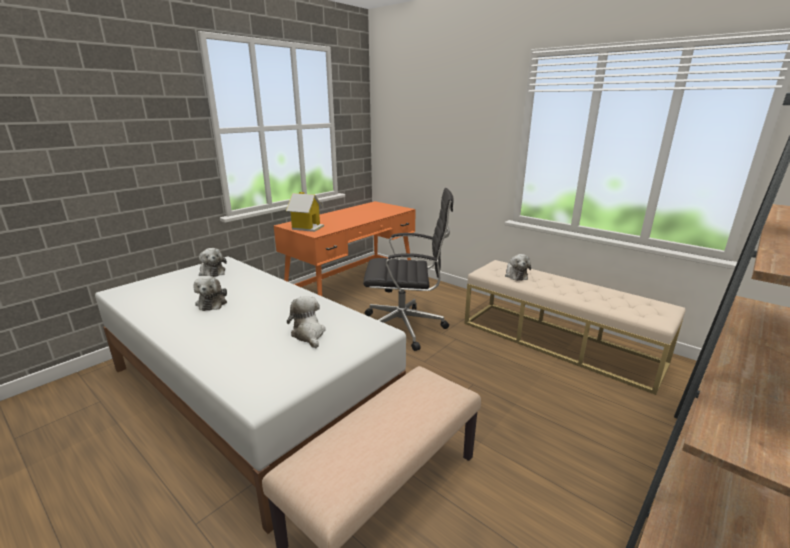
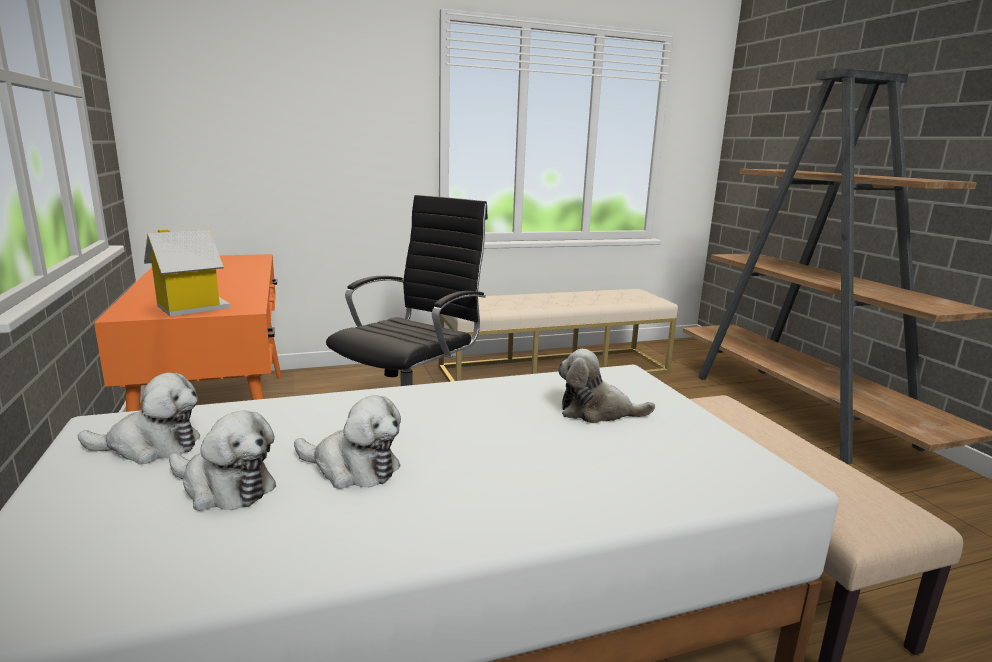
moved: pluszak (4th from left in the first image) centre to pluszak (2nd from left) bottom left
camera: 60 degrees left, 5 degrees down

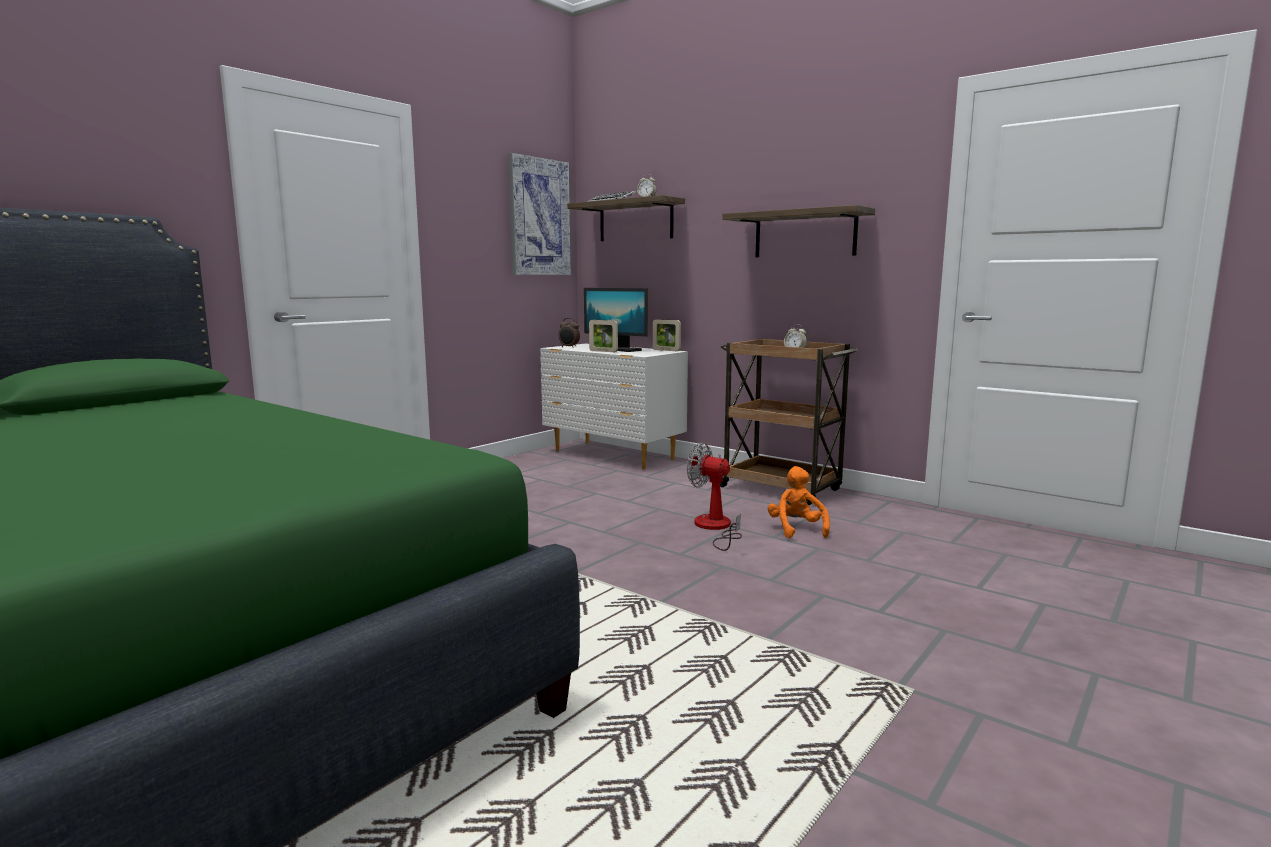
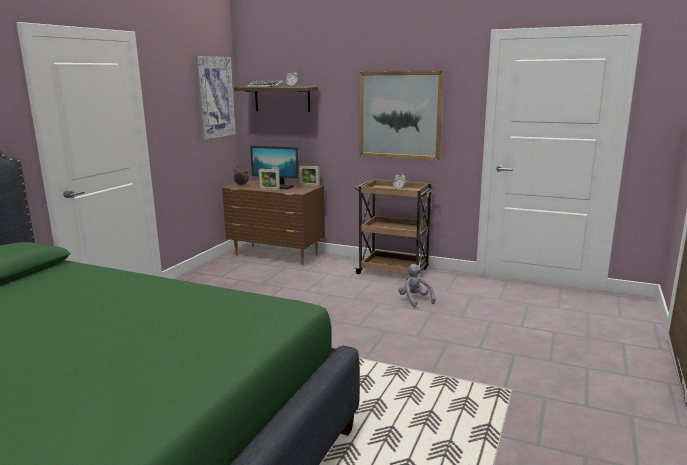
removed: wentylator centre
replaced: półka (2nd from left) top centre to obraz (2nd from left) top centre
recoloured: komoda (biały) centre to komoda (brązowy) centre; pluszak (pomarańczowy) centre to pluszak (szary) centre
camera: 15 degrees left, 5 degrees up

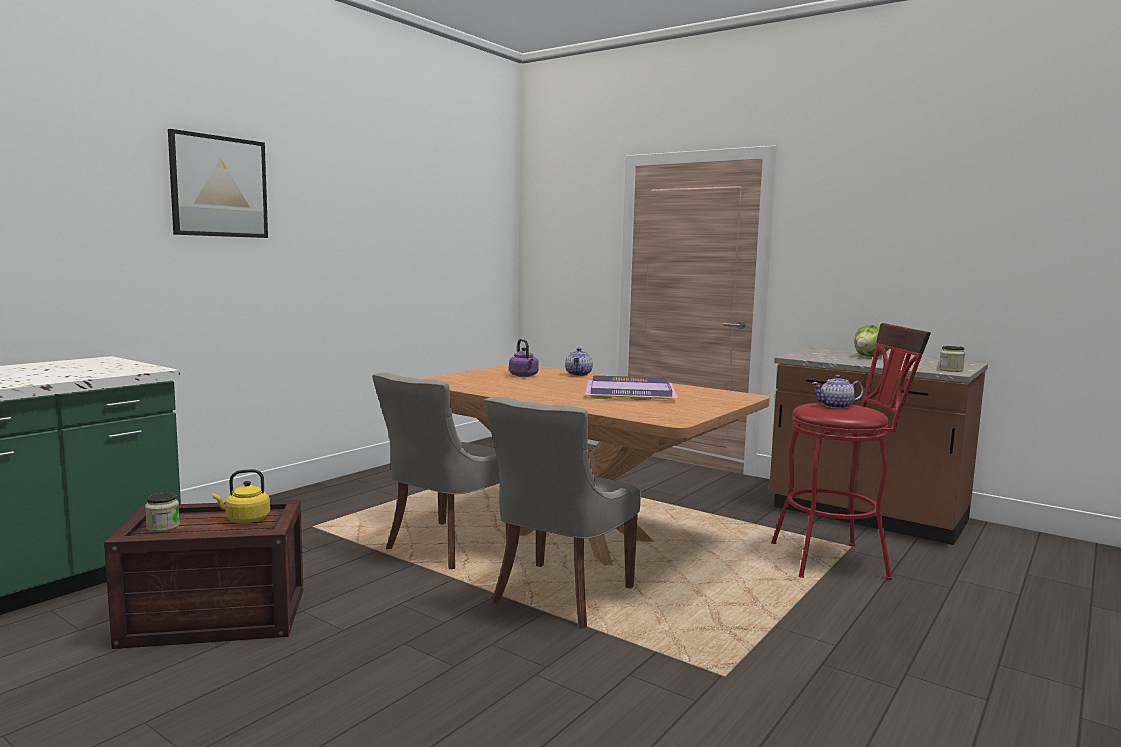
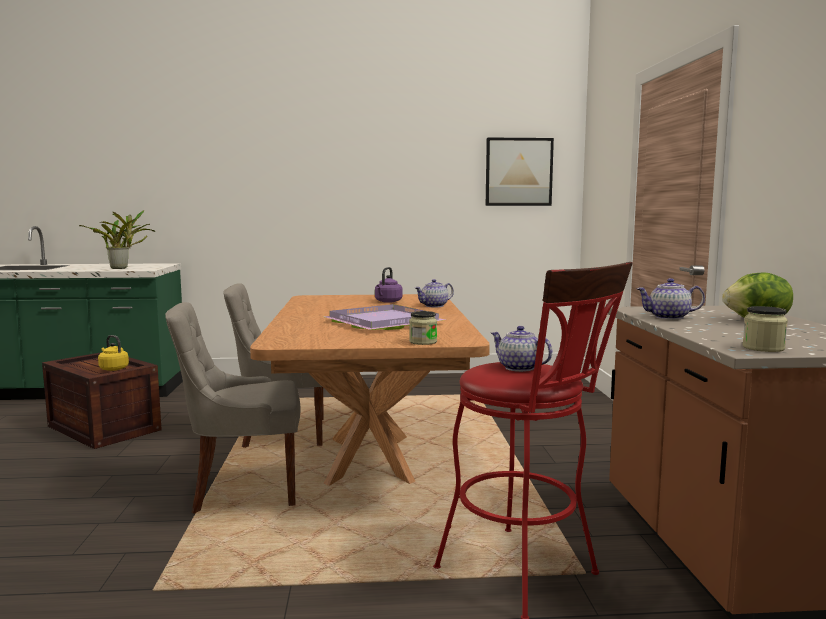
added: roślina doniczkowa middle left; imbryk (3rd from left) middle right
moved: słoik (1st from left) bottom left to centre; obraz top left to top centre
camera: 50 degrees right, 0 degrees up

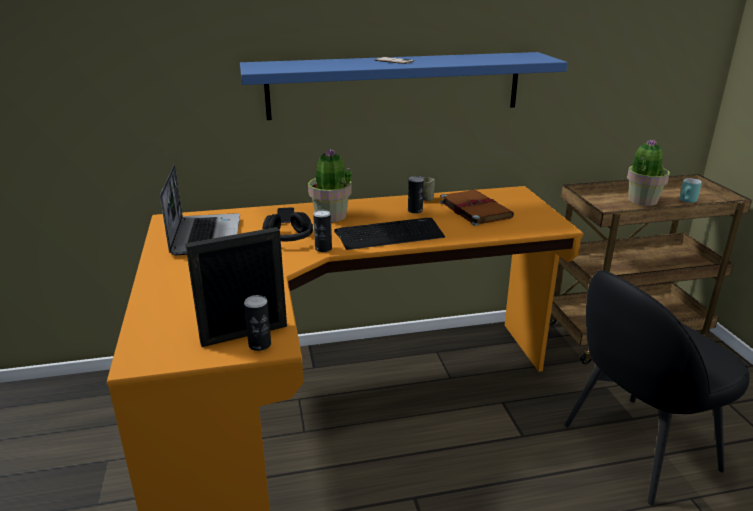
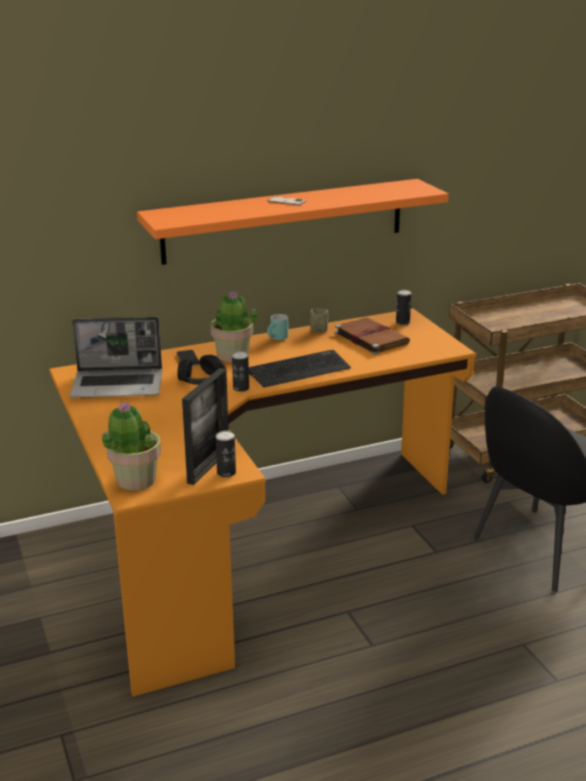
moved: puszka (3rd from left) centre to middle right; roślina doniczkowa (2nd from left in the first image) middle right to roślina doniczkowa (1st from left) middle left; kubek (turkusowy) middle right to centre
recoloured: półka (niebieski) top centre to półka (pomarańczowy) top centre
turned: laptop middle left = middle left 105 degrees clockwise; ramka na zdjęcie middle left = centre 150 degrees clockwise
camera: 10 degrees left, 0 degrees up

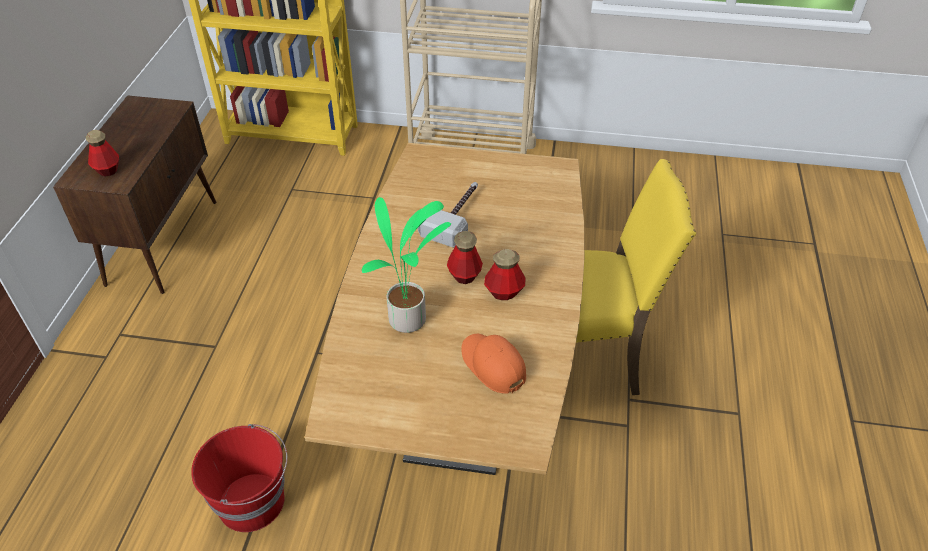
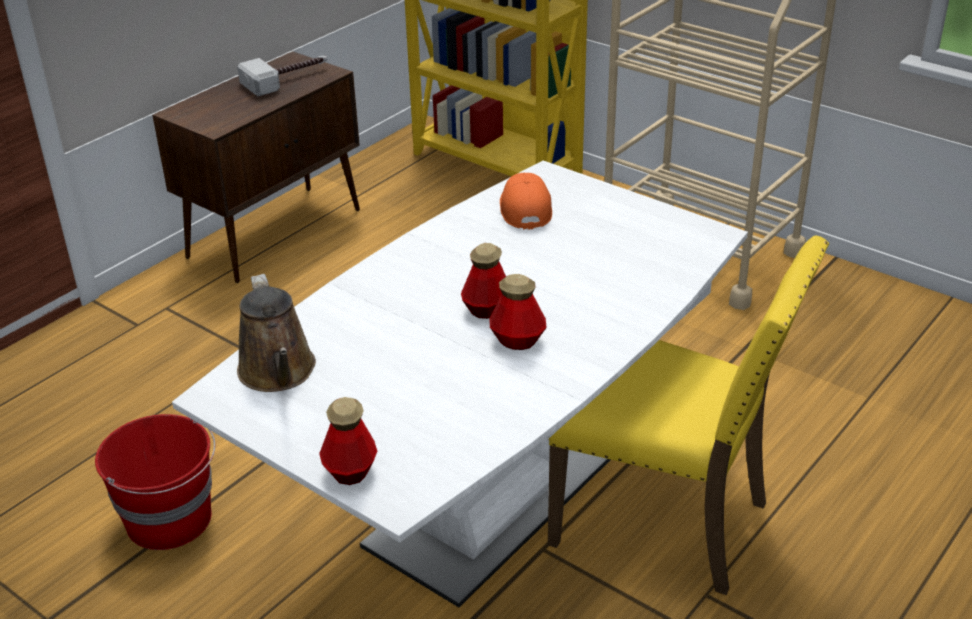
removed: roślina doniczkowa centre
added: konewka (brązowy) middle left
moved: butelka (1st from left) top left to bottom centre; młotek centre to top left; czapka z daszkiem (pomarańczowy) centre to top centre
recoloured: stół jadalny (brązowy) centre to stół jadalny (biały) centre
camera: 30 degrees right, 10 degrees down

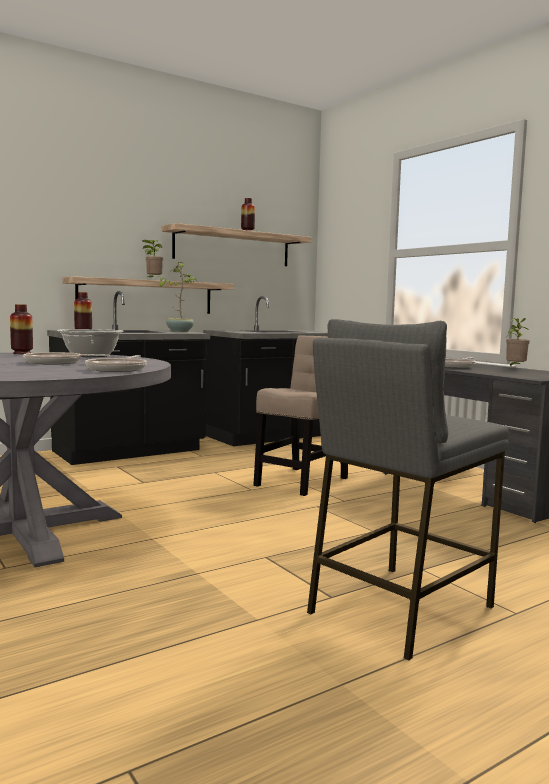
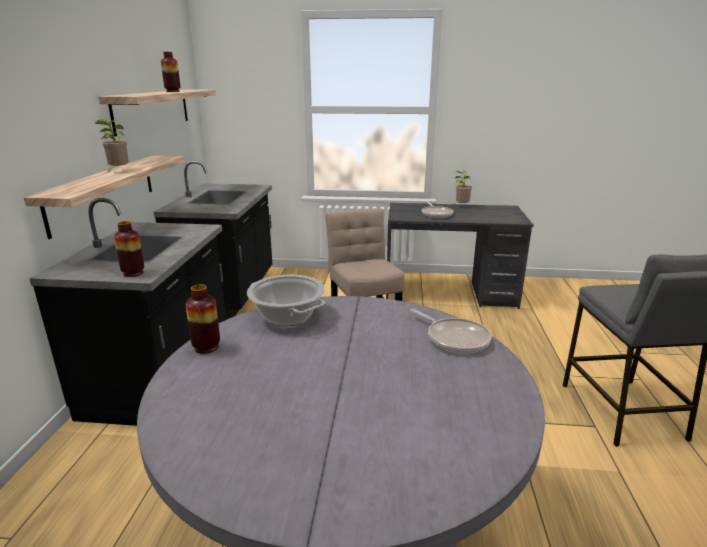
removed: patelnia (1st from left) middle left; roślina doniczkowa (2nd from left) middle left
camera: 50 degrees left, 15 degrees up

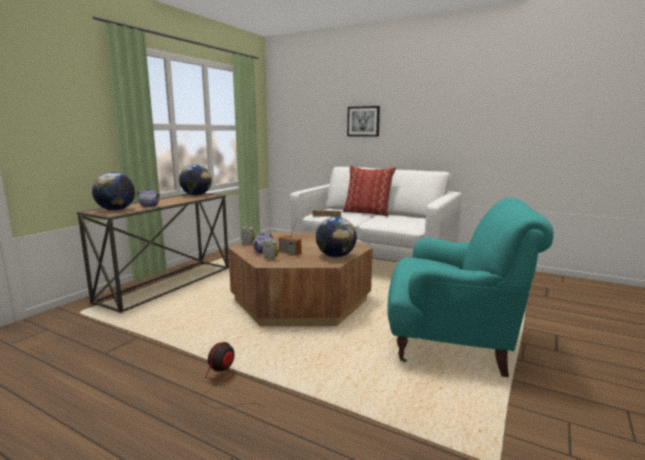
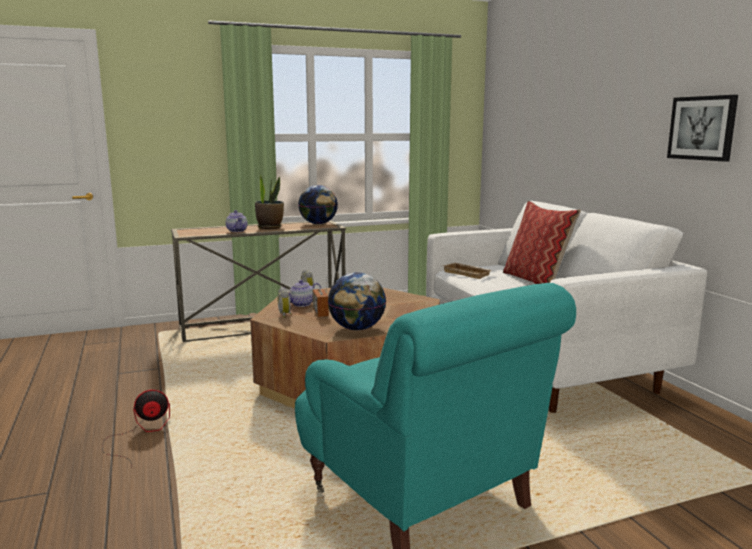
removed: globus (1st from left) middle left
added: roślina doniczkowa centre
moved: obraz top centre to top right
camera: 40 degrees right, 0 degrees up

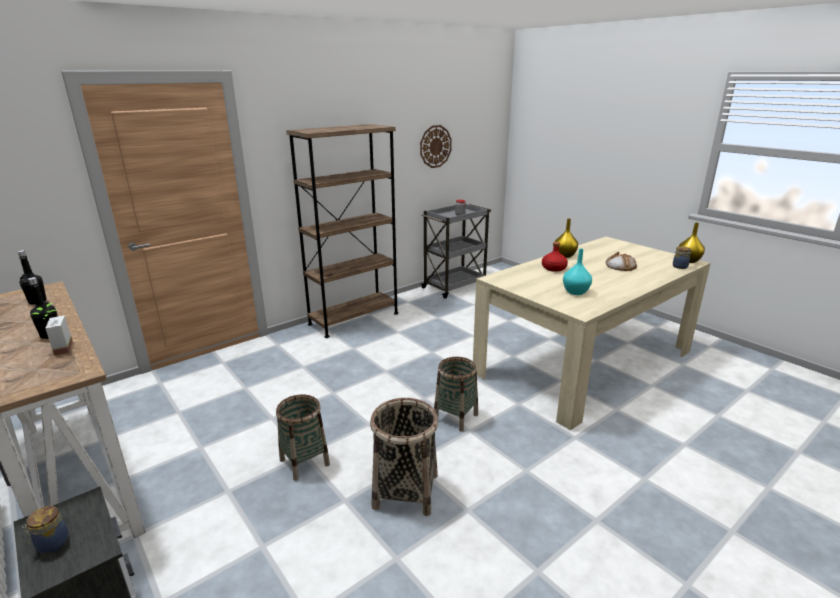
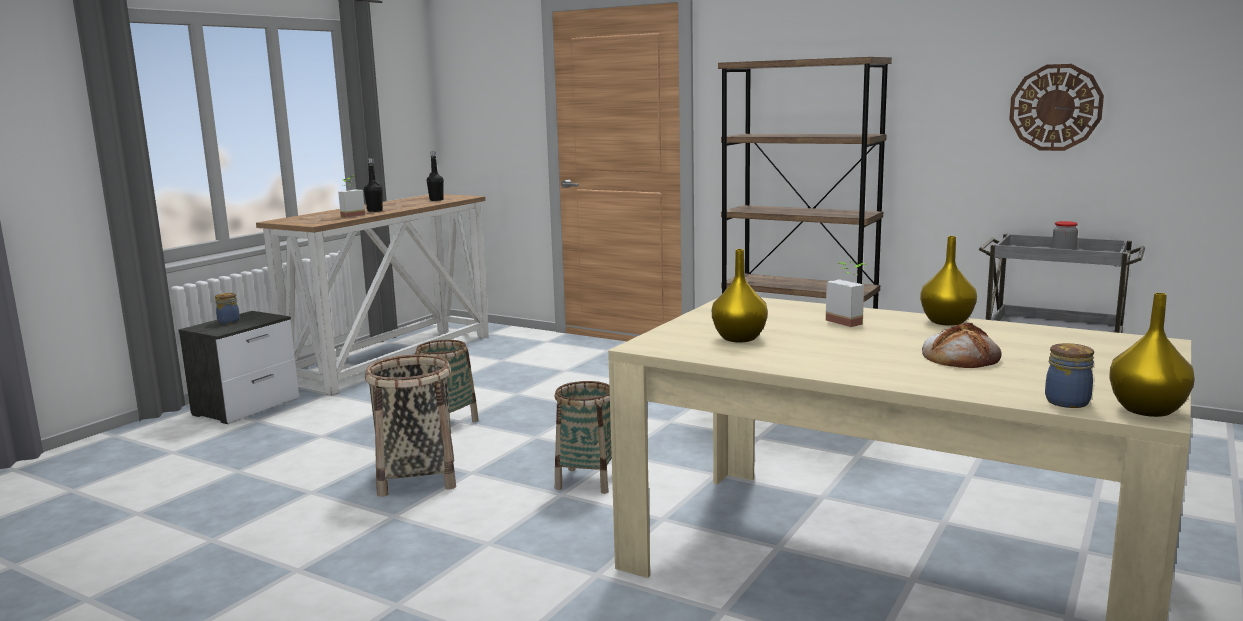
replaced: butelka (czerwony) centre to roślina doniczkowa (2nd from left) middle right
recoloured: wazon (turkusowy) middle right to wazon (żółty) (1st from left) centre
camera: 70 degrees right, 10 degrees down

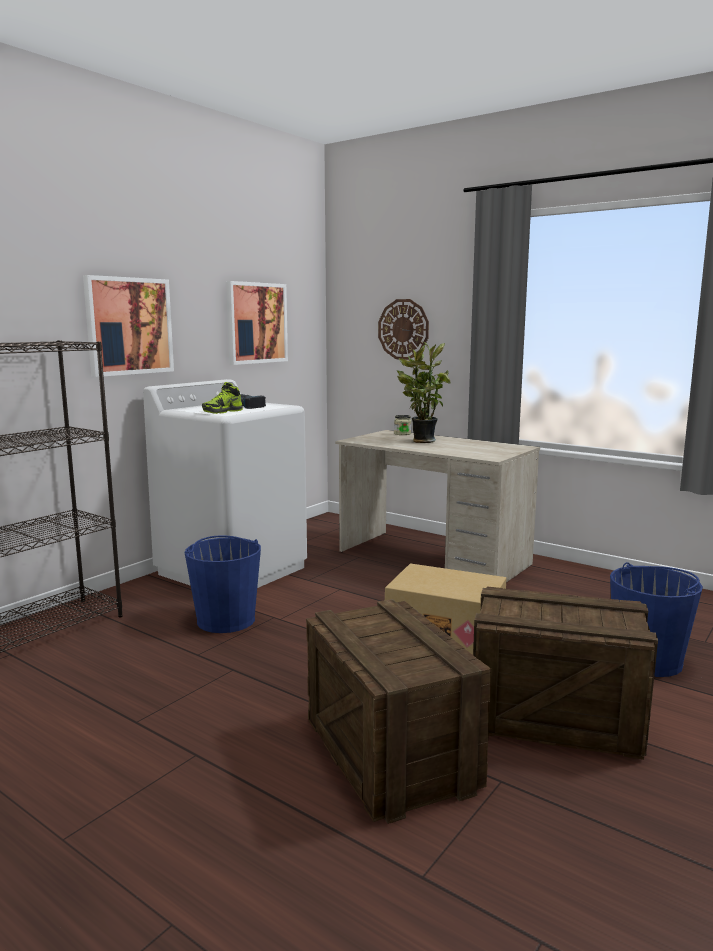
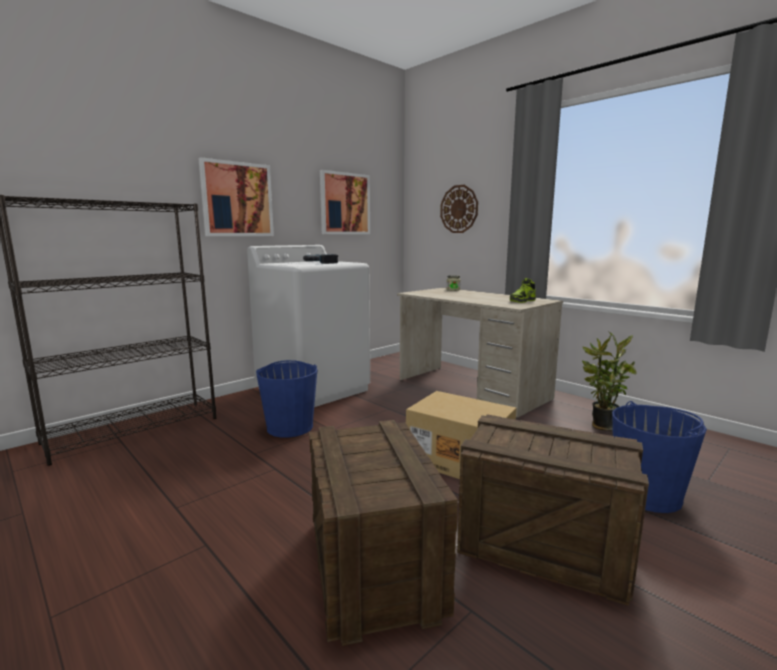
moved: but middle left to middle right; roślina doniczkowa centre to middle right
camera: 10 degrees right, 0 degrees up

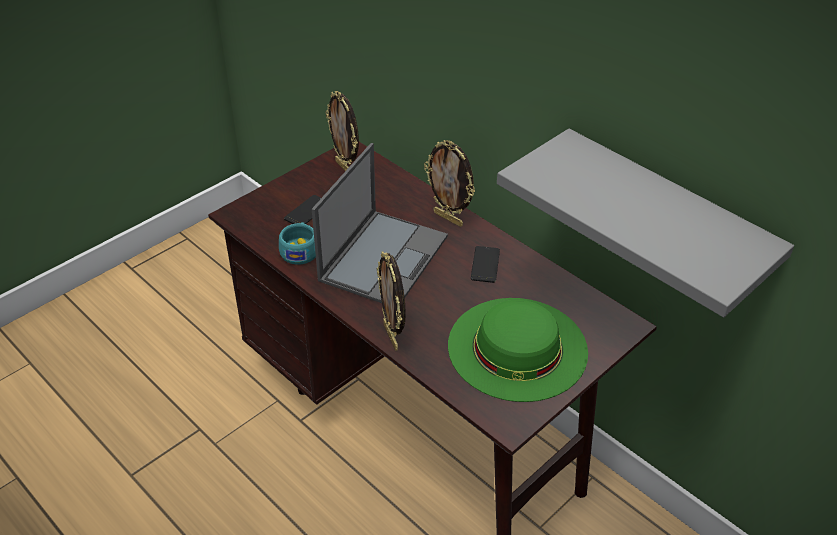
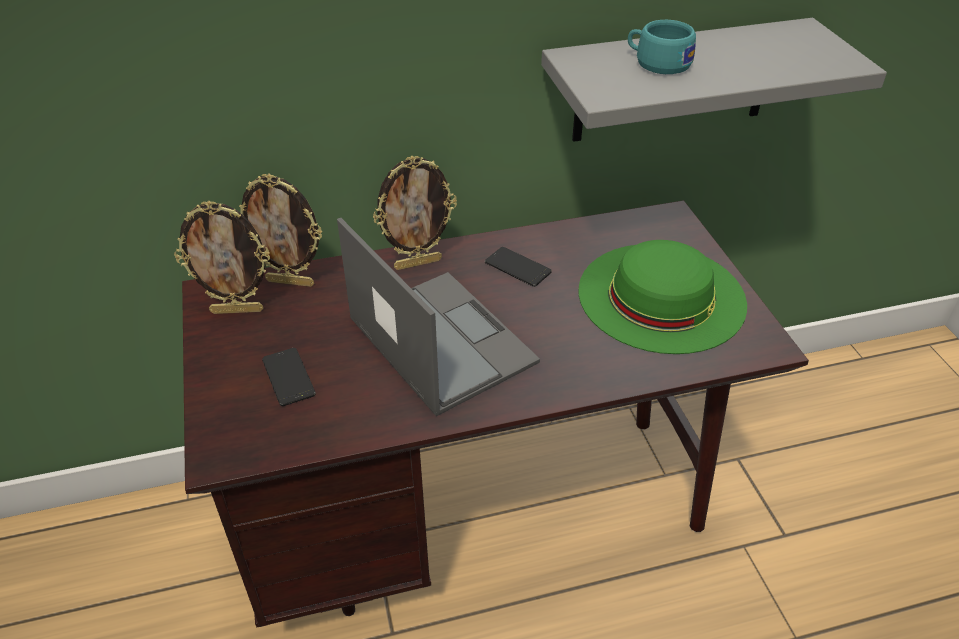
moved: filiżanka (turkusowy) centre to top right; ramka na zdjęcie (2nd from left) centre to middle left
camera: 60 degrees left, 0 degrees up

